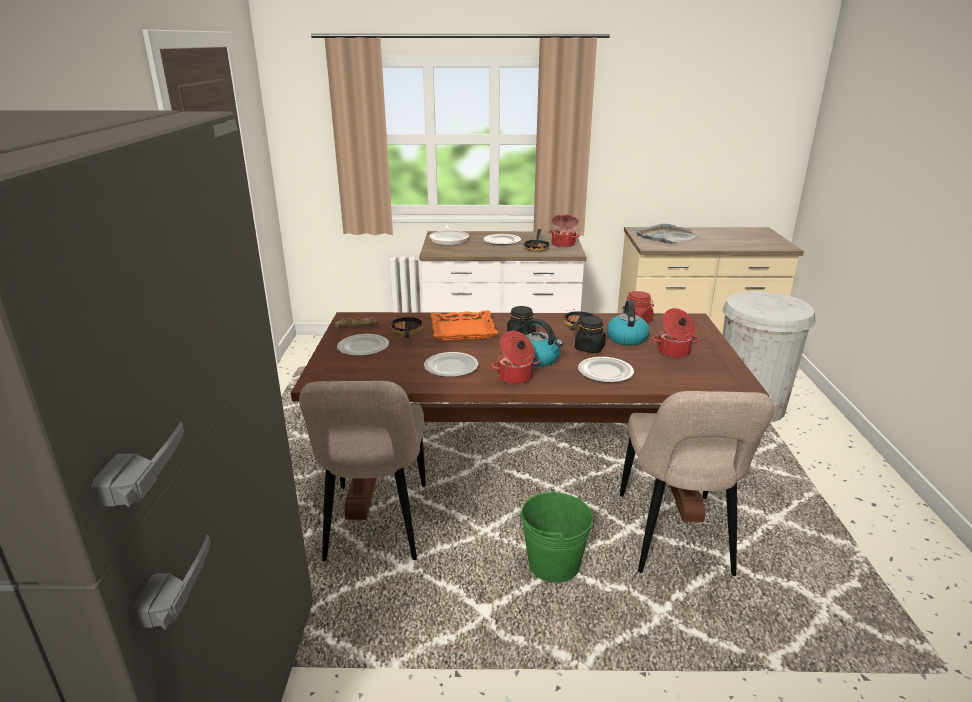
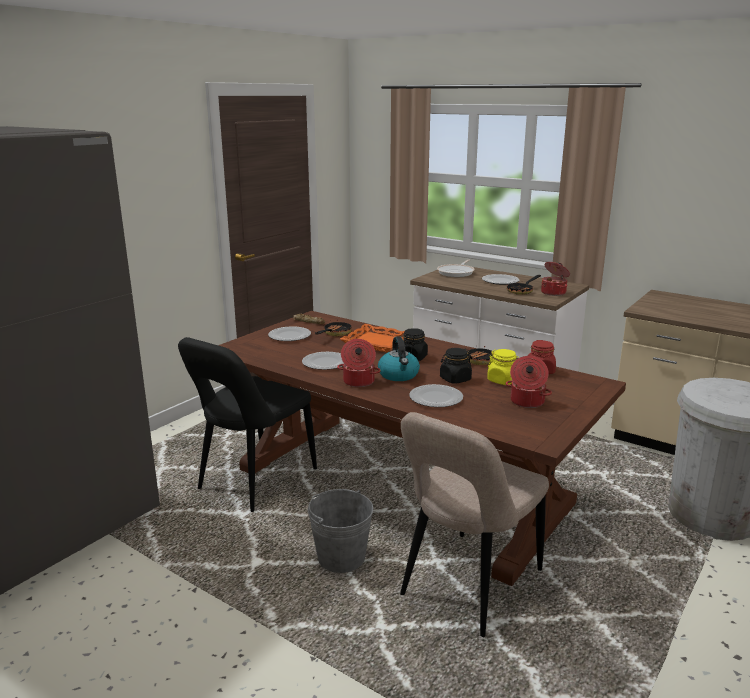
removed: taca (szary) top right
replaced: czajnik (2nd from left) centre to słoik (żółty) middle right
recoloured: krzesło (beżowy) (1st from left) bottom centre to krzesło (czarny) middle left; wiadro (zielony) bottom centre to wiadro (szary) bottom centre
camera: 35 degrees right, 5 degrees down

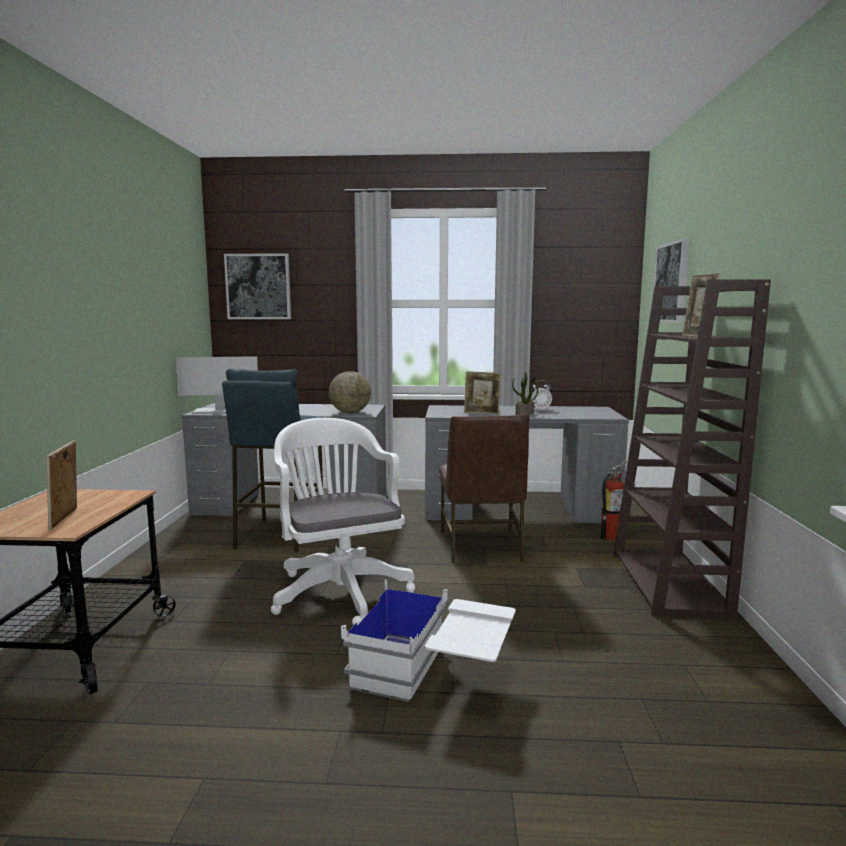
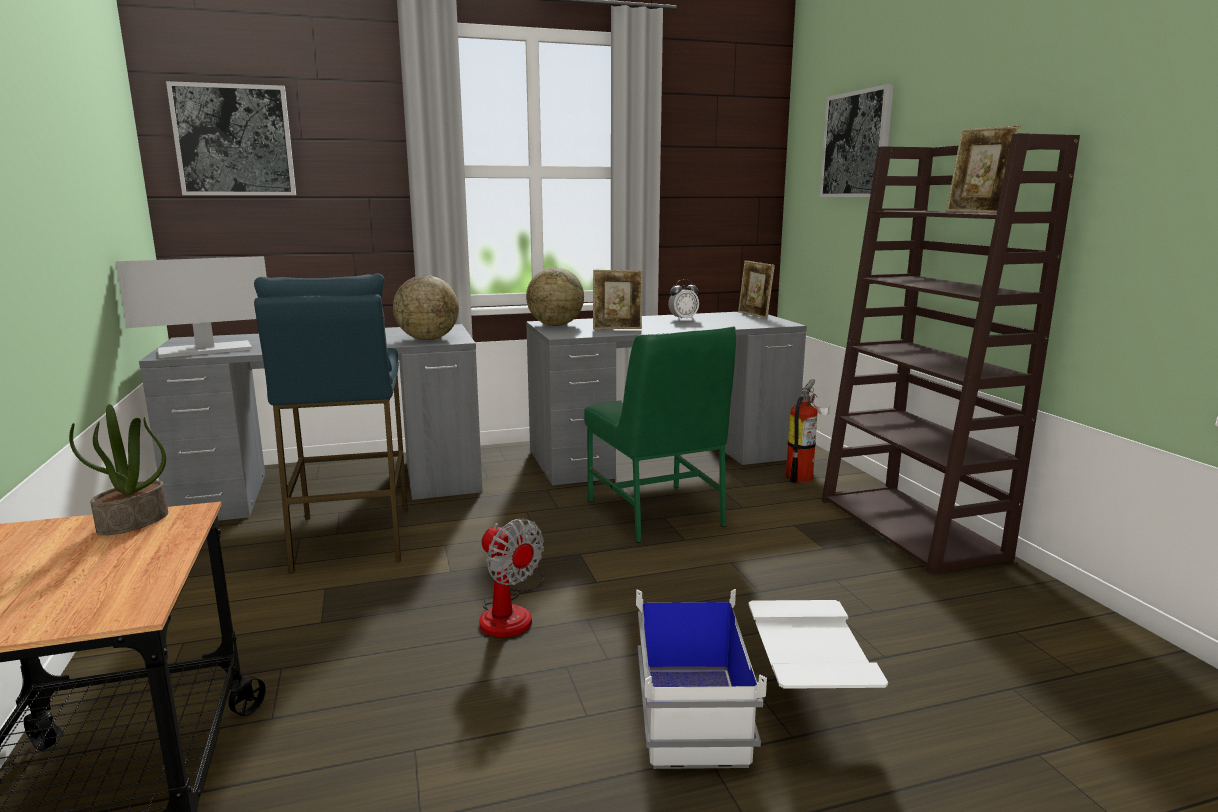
added: globus (2nd from left) centre
moved: ramka na zdjęcie (1st from left in the first image) middle left to ramka na zdjęcie (2nd from left) centre; roślina doniczkowa centre to middle left
replaced: krzesło biurowe (biały) centre to wentylator bottom centre
recoloured: krzesło (brązowy) centre to krzesło (zielony) centre
camera: 20 degrees left, 5 degrees up

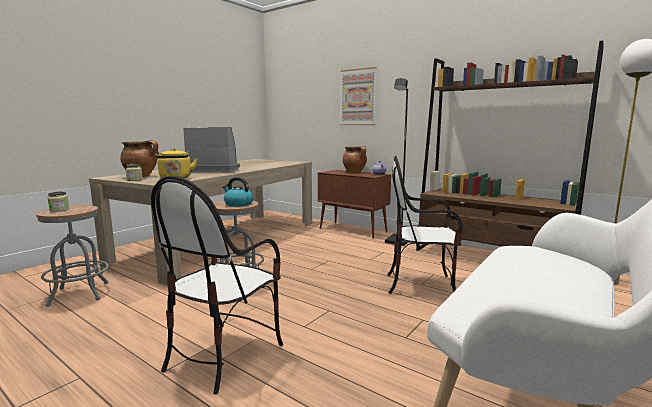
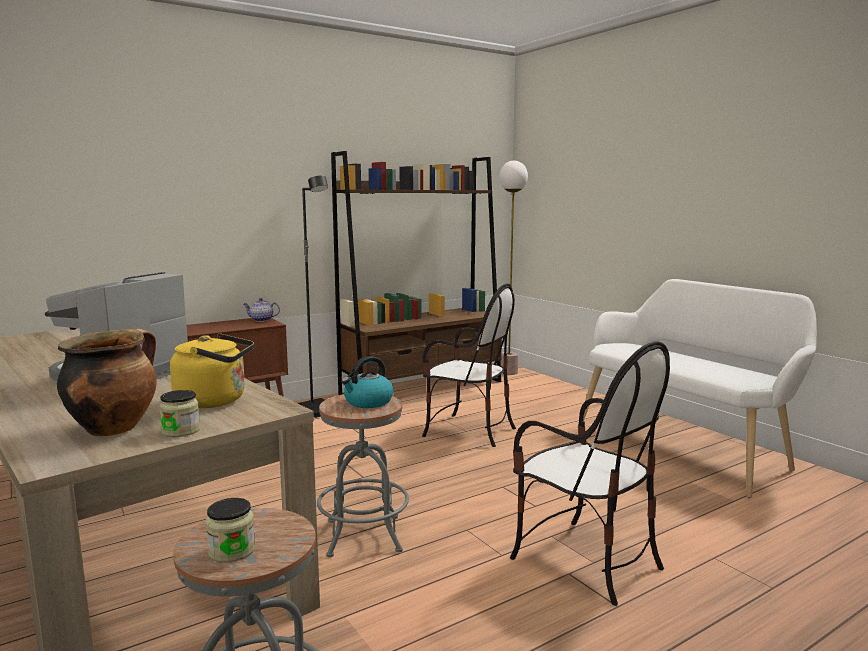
removed: obraz top centre; garnek (2nd from left) centre
turned: krzesło (2nd from left in the first image) centre = centre 90 degrees counterclockwise
camera: 70 degrees left, 0 degrees up

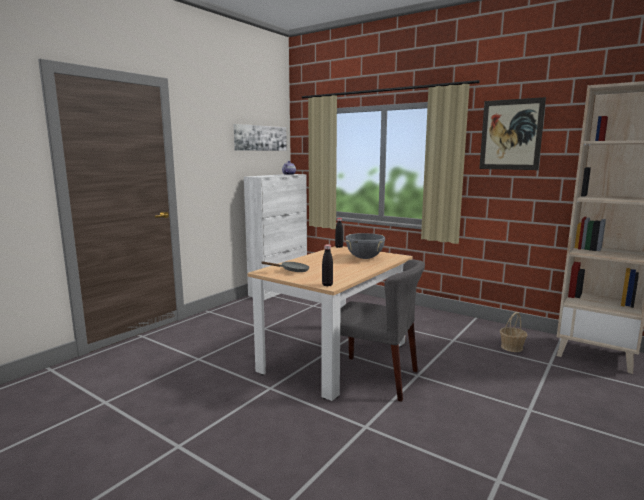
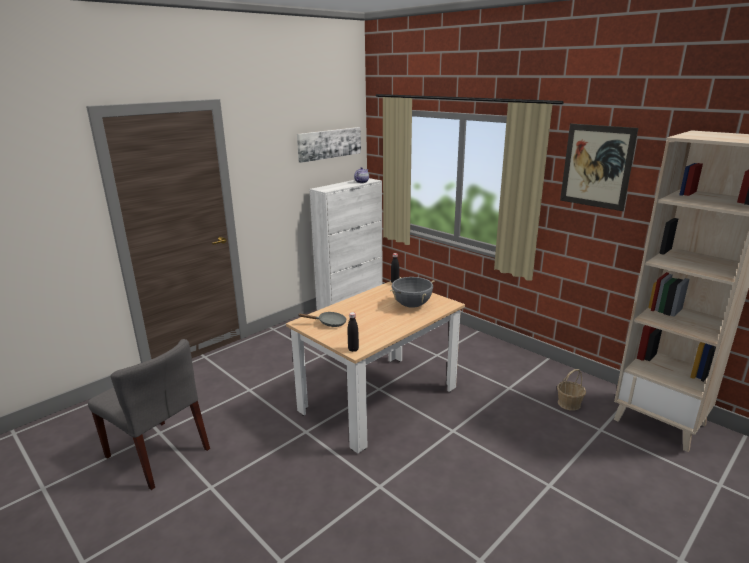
moved: krzesło (szary) centre to bottom left
camera: 10 degrees right, 10 degrees up

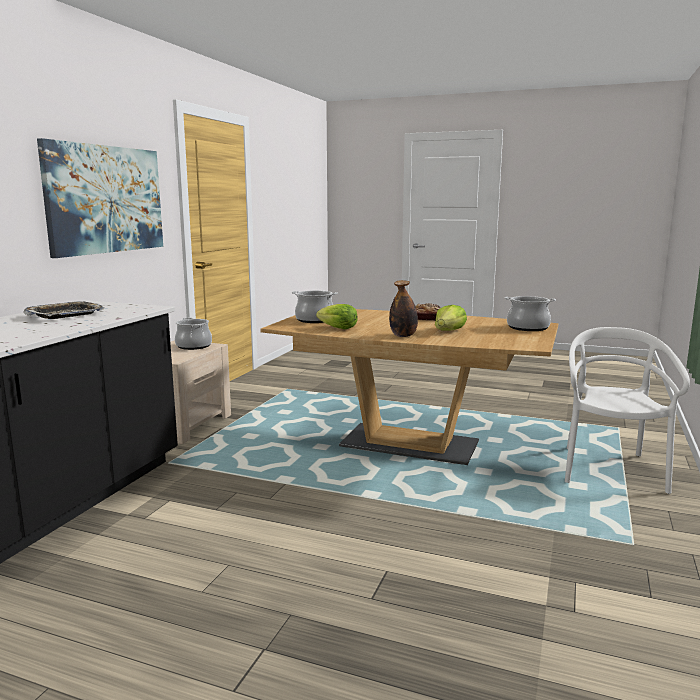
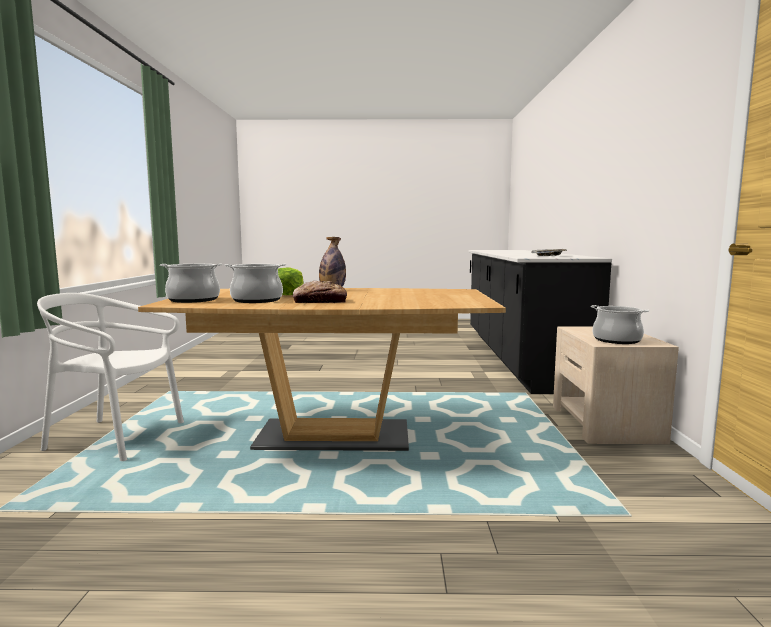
removed: obraz top left; sałata (1st from left) centre
moved: garnek (2nd from left) centre to middle left
turned: krzesło (biały) middle right = middle left 105 degrees clockwise
camera: 160 degrees right, 5 degrees down

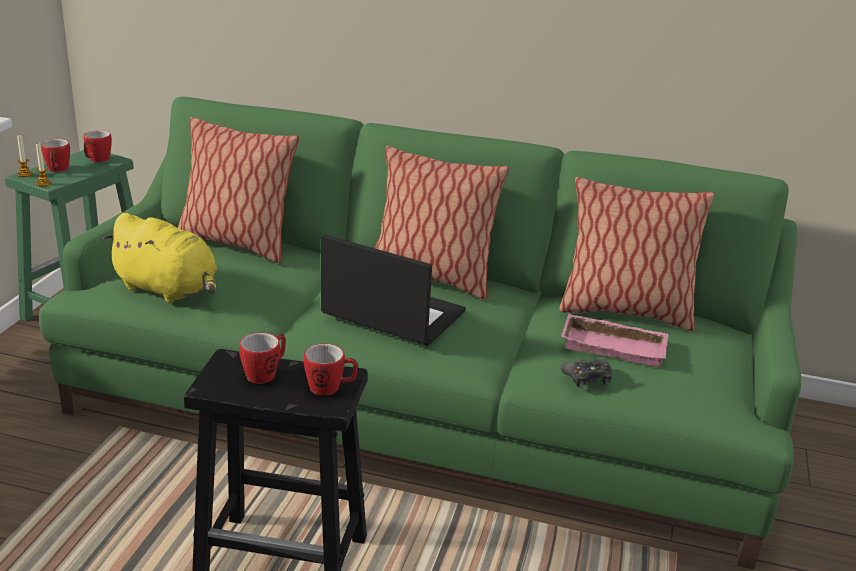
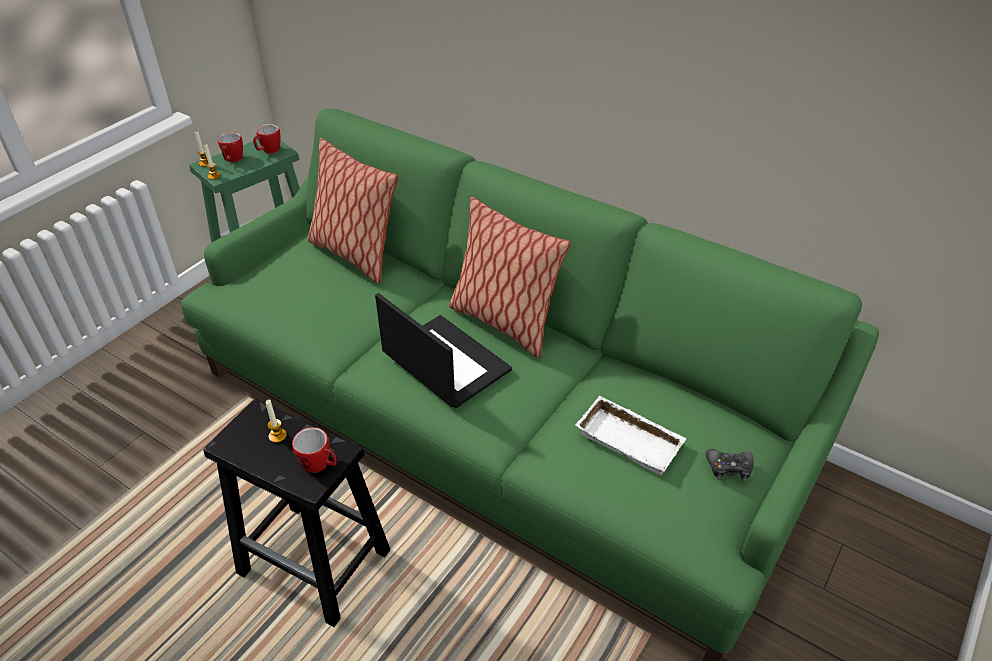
removed: pluszak (żółty) middle left; poduszka (3rd from left) middle right
moved: pad do gier (czarny) middle right to bottom right
replaced: kubek (3rd from left) middle left to świeca (3rd from left) middle left
recoloured: taca (różowy) middle right to taca (biały) centre
camera: 20 degrees right, 15 degrees up

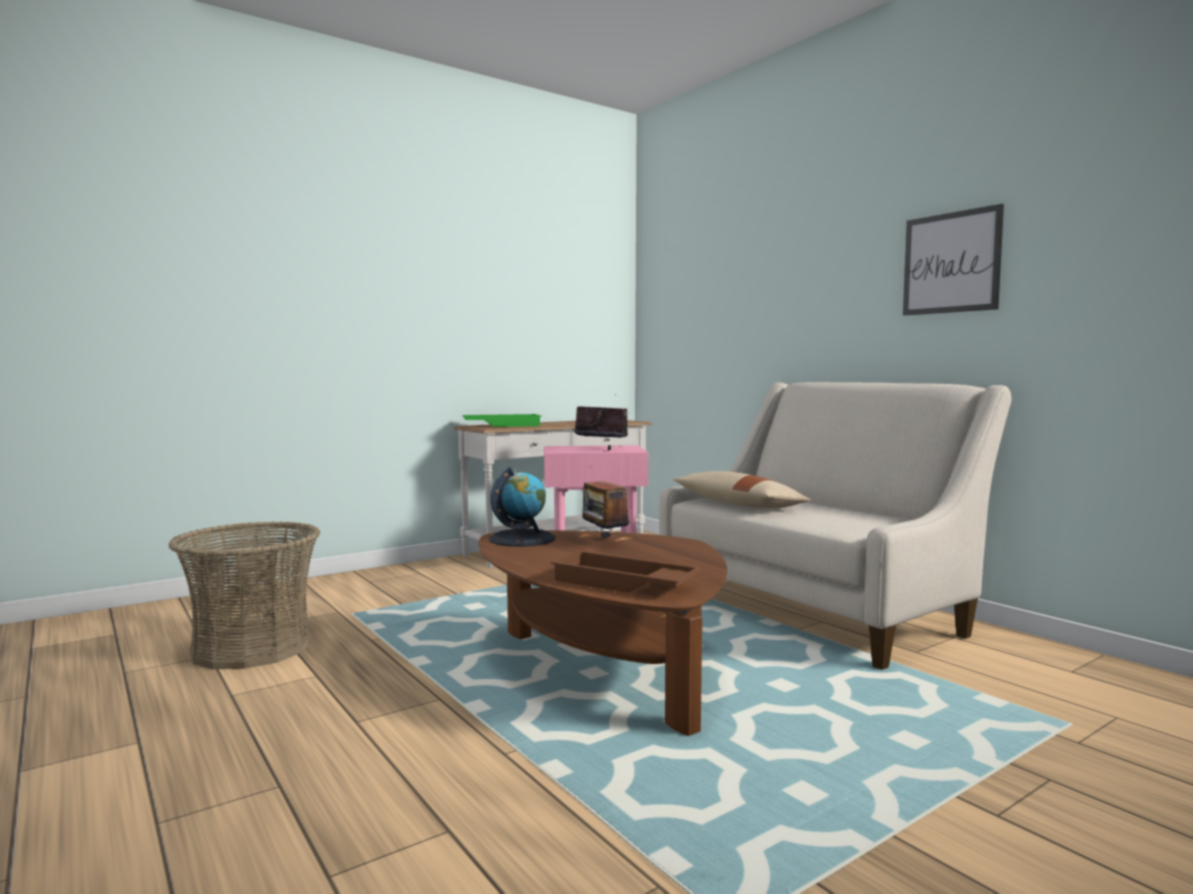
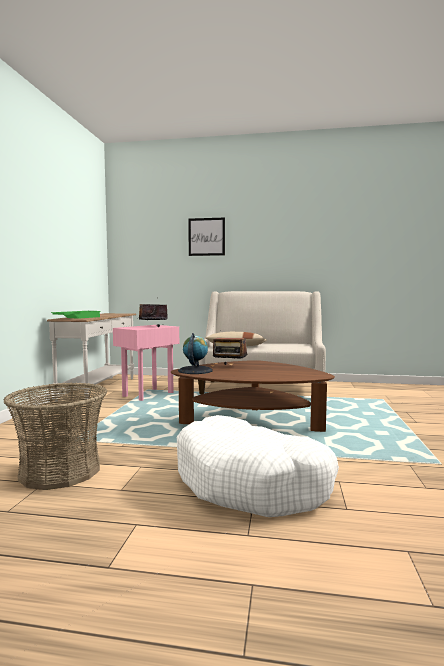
removed: taca (brązowy) centre
added: legowisko (biały) bottom centre
moved: obraz top right to centre
camera: 45 degrees left, 0 degrees up

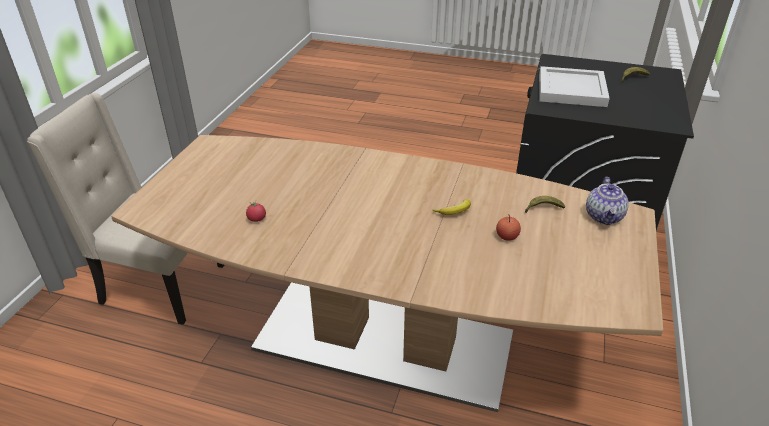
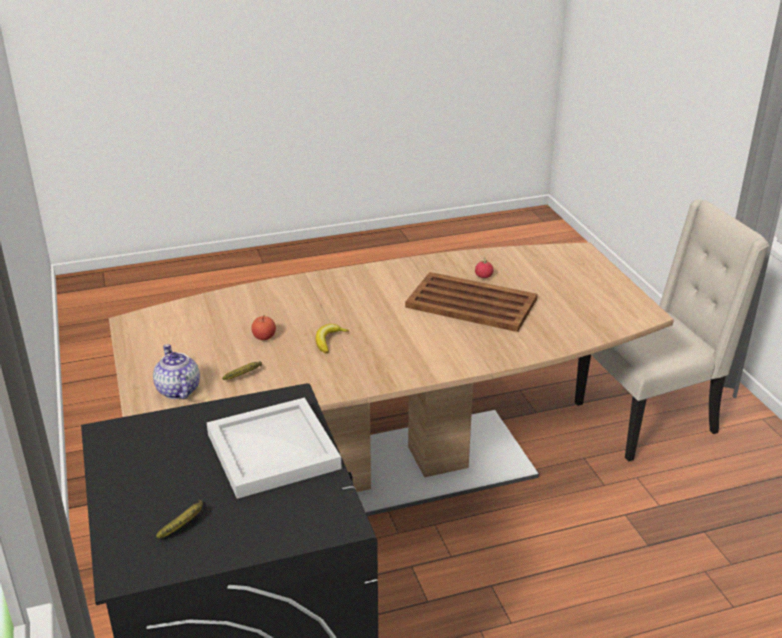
added: taca (brązowy) centre
camera: 145 degrees right, 5 degrees down

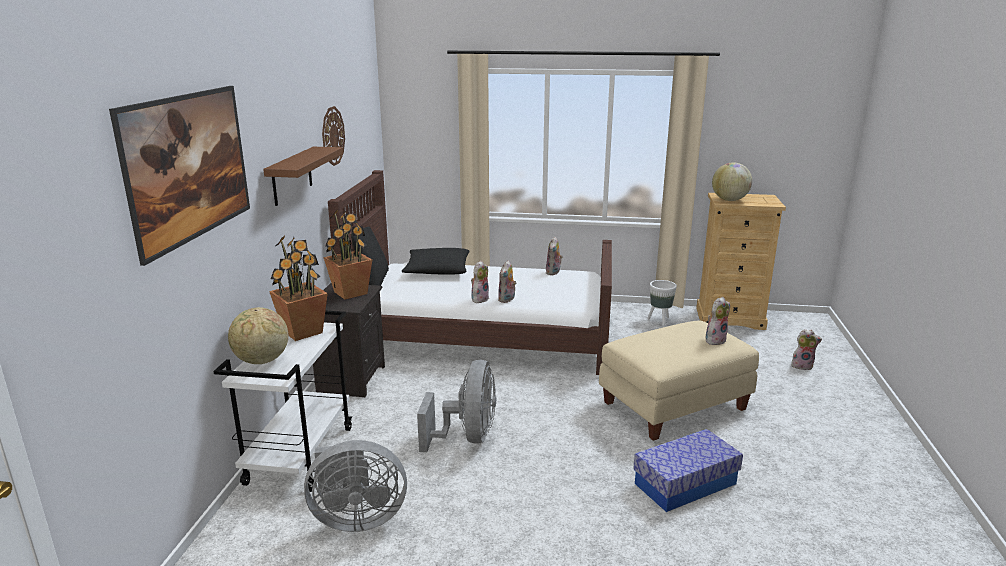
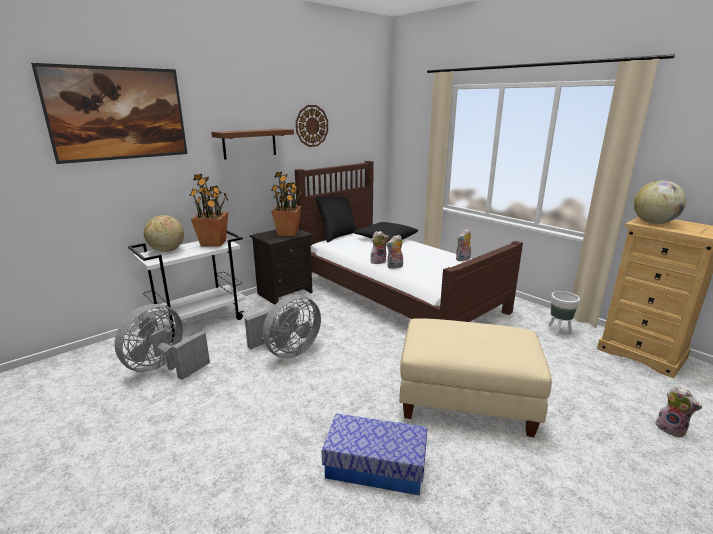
removed: pluszak (4th from left) middle right
turned: wentylator (szary) (1st from left) bottom centre = middle left 90 degrees clockwise
camera: 40 degrees right, 0 degrees up

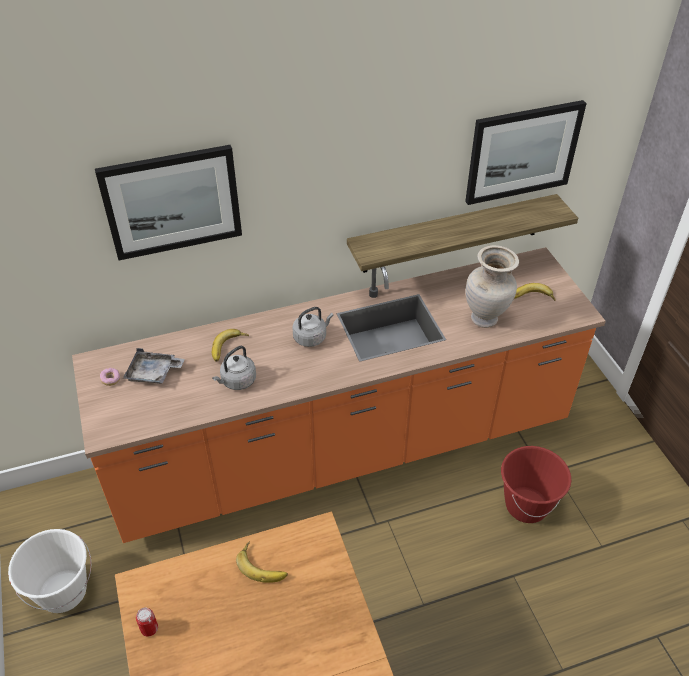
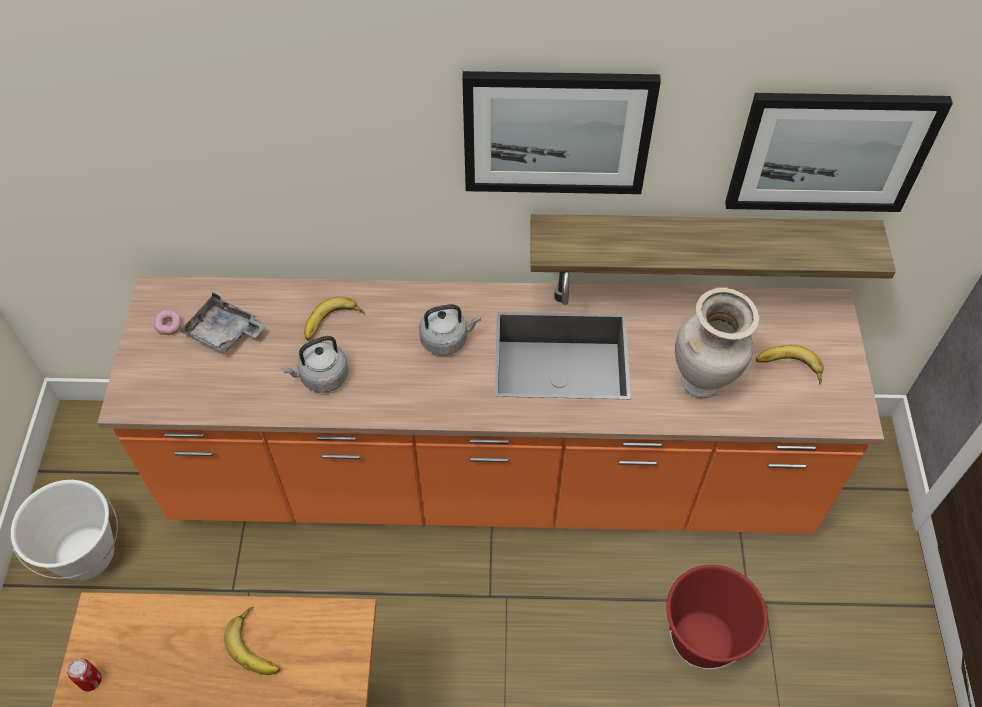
moved: obraz (1st from left) top left to top centre
camera: 20 degrees right, 10 degrees up

